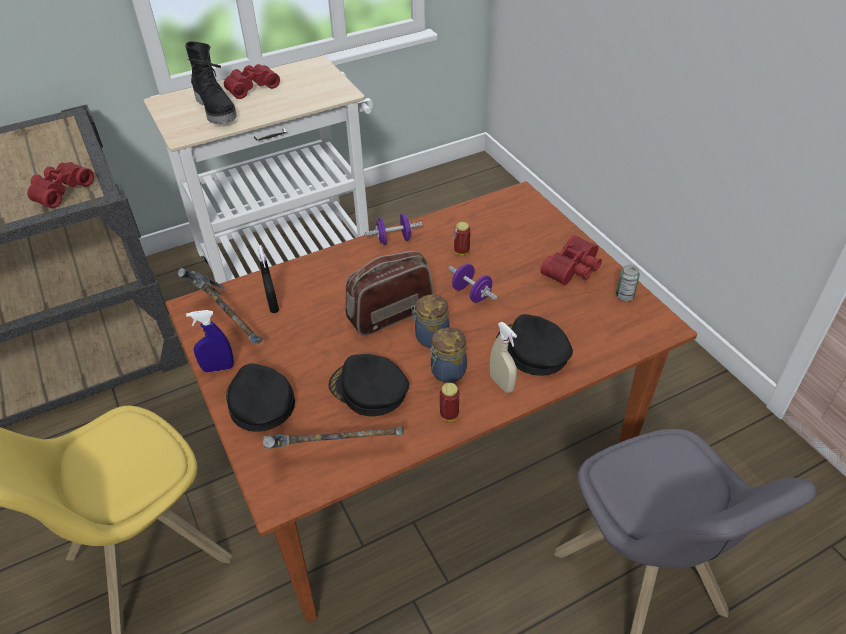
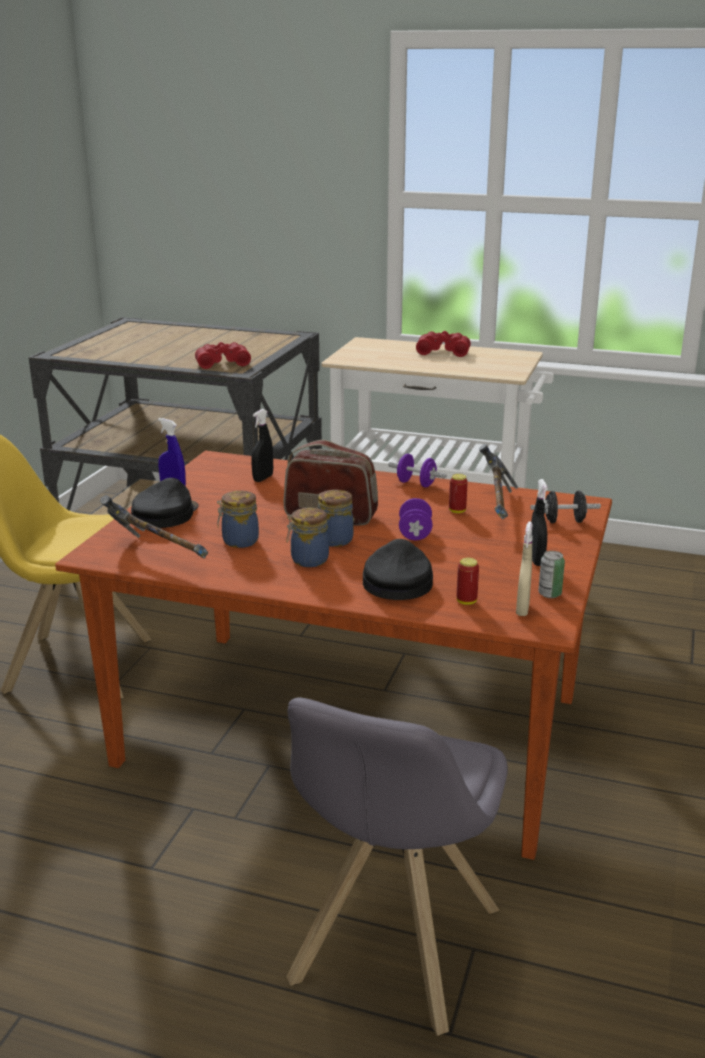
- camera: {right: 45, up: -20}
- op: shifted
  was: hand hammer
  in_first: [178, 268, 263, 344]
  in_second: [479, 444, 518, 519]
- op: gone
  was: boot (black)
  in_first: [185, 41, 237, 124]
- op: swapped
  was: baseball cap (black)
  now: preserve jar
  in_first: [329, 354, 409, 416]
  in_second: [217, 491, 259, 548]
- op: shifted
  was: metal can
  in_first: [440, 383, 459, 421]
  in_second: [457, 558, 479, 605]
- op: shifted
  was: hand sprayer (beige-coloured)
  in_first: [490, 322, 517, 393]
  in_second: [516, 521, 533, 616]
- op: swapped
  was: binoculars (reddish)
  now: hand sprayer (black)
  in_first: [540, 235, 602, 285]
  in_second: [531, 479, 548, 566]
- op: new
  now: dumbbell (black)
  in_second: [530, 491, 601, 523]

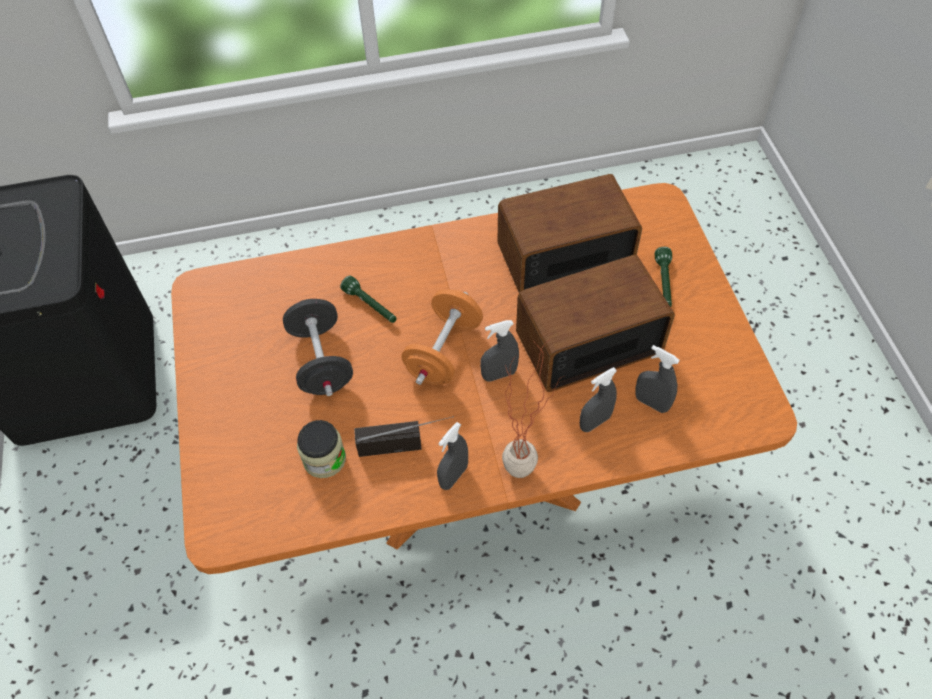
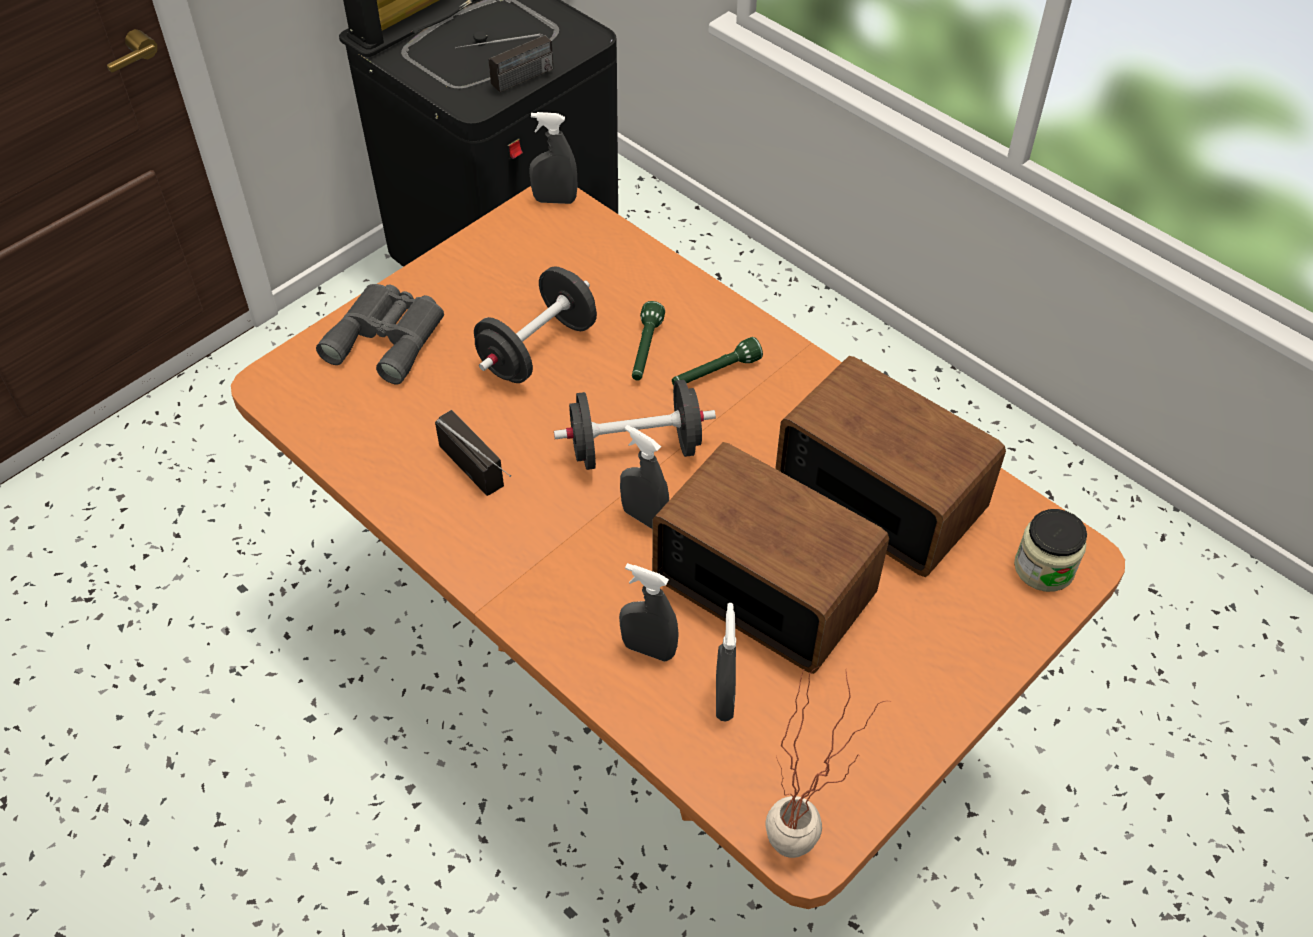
- camera: {right: 55, up: -5}
- op: shifted
  was: preserve jar
  in_first: [297, 420, 346, 478]
  in_second: [1014, 509, 1087, 592]
- op: repainted
  was: dumbbell (orange-coloured)
  now: dumbbell (black)
  in_first: [401, 290, 483, 385]
  in_second: [554, 380, 716, 470]
- op: shifted
  was: hand sprayer (gray)
  in_first: [437, 422, 468, 490]
  in_second: [529, 112, 577, 204]
- op: shifted
  was: potted plant
  in_first: [502, 339, 564, 478]
  in_second: [766, 667, 886, 858]
- op: shifted
  was: hand torch (green)
  in_first: [655, 247, 672, 307]
  in_second: [672, 337, 763, 385]
- op: new
  now: binoculars (gray)
  in_second: [316, 284, 444, 384]
- op: new
  now: radio set
  in_second: [455, 33, 553, 92]

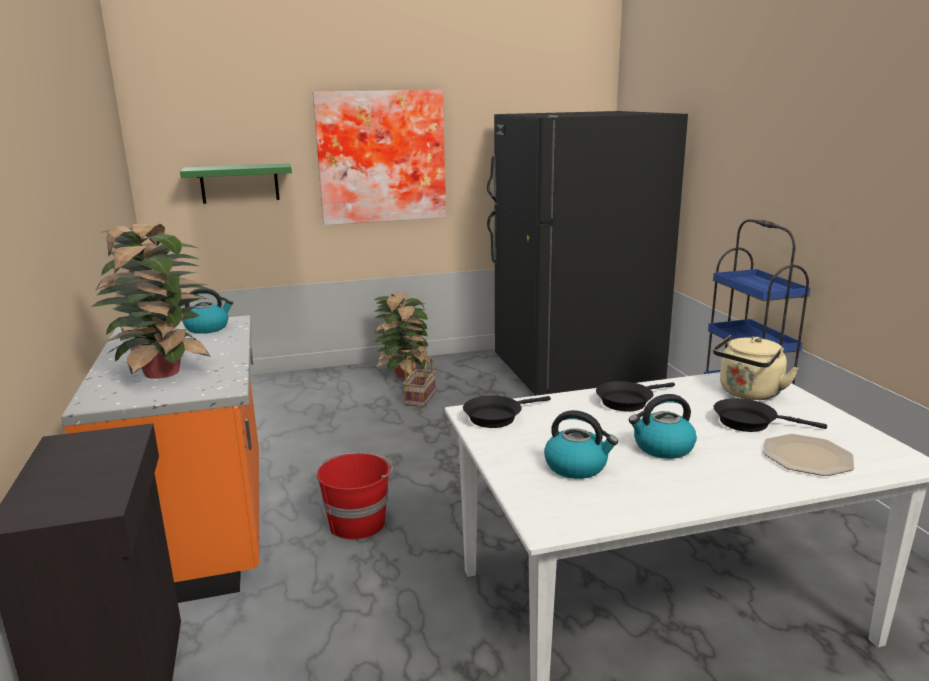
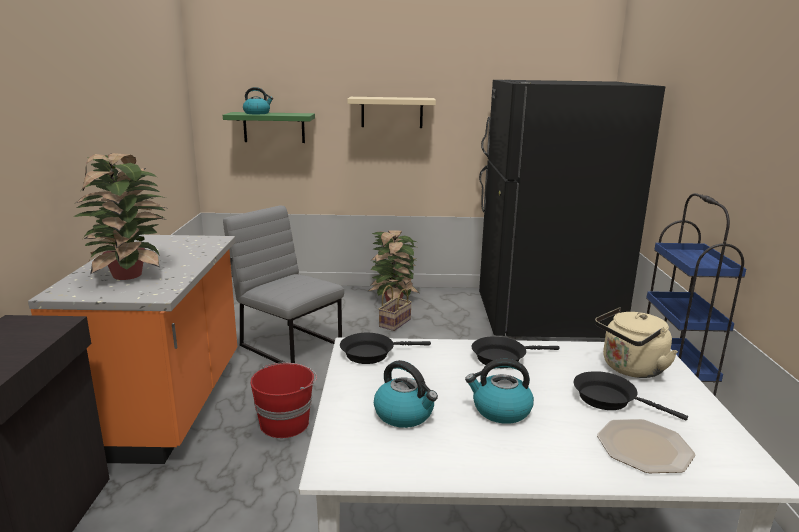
- camera: {right: 15, up: 0}
- op: shifted
  was: tea kettle
  in_first: [182, 288, 233, 334]
  in_second: [243, 87, 273, 114]
- op: swapped
  was: wall picture
  now: bracket shelf (beige-coloured)
  in_first: [313, 90, 446, 225]
  in_second: [347, 97, 436, 128]
- op: new
  now: plain chair (gray)
  in_second: [223, 206, 344, 364]

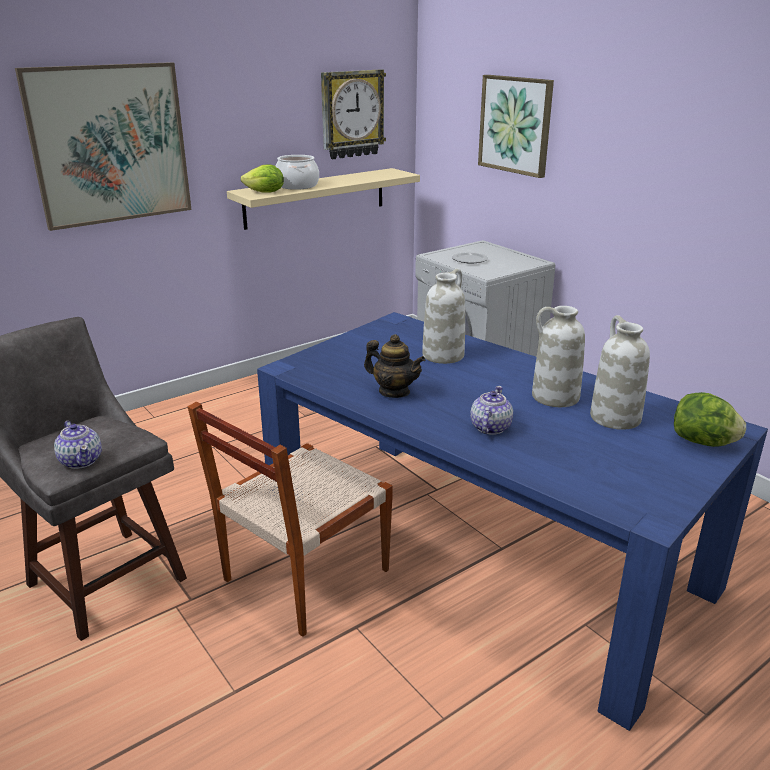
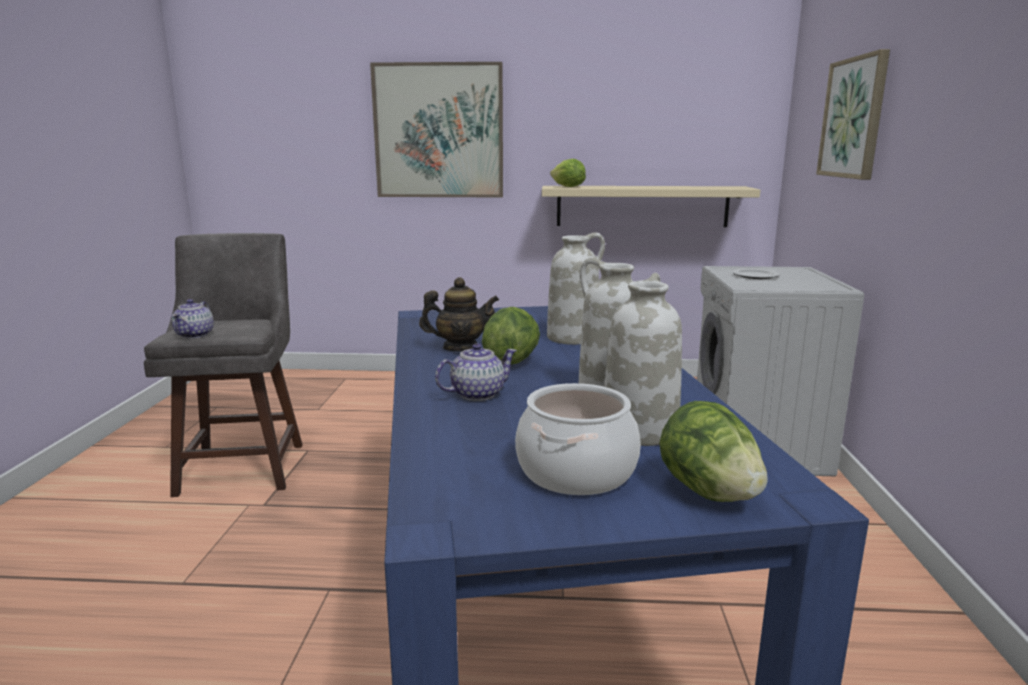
- camera: {right: 40, up: -10}
- op: gone
  was: plain chair
  in_first: [188, 402, 393, 637]
- op: shifted
  was: cooking pot
  in_first: [275, 155, 319, 190]
  in_second: [515, 383, 641, 495]
- op: gone
  was: clock on the wall
  in_first: [321, 69, 386, 159]
- op: rotated
  was: pot for tea
  in_first: [364, 334, 425, 398]
  in_second: [419, 277, 499, 352]
  clockwise: -75
- op: new
  now: lettuce head
  in_second: [482, 307, 540, 365]

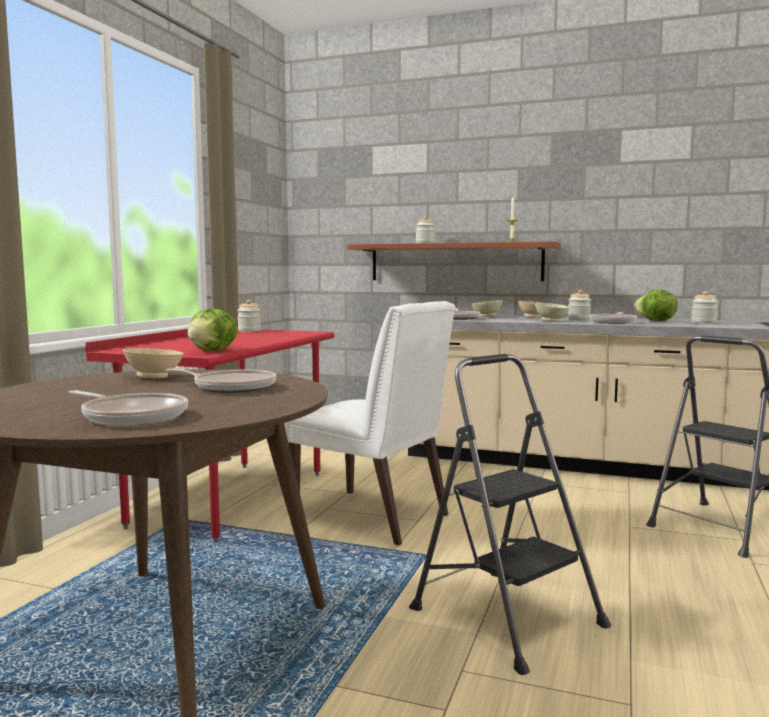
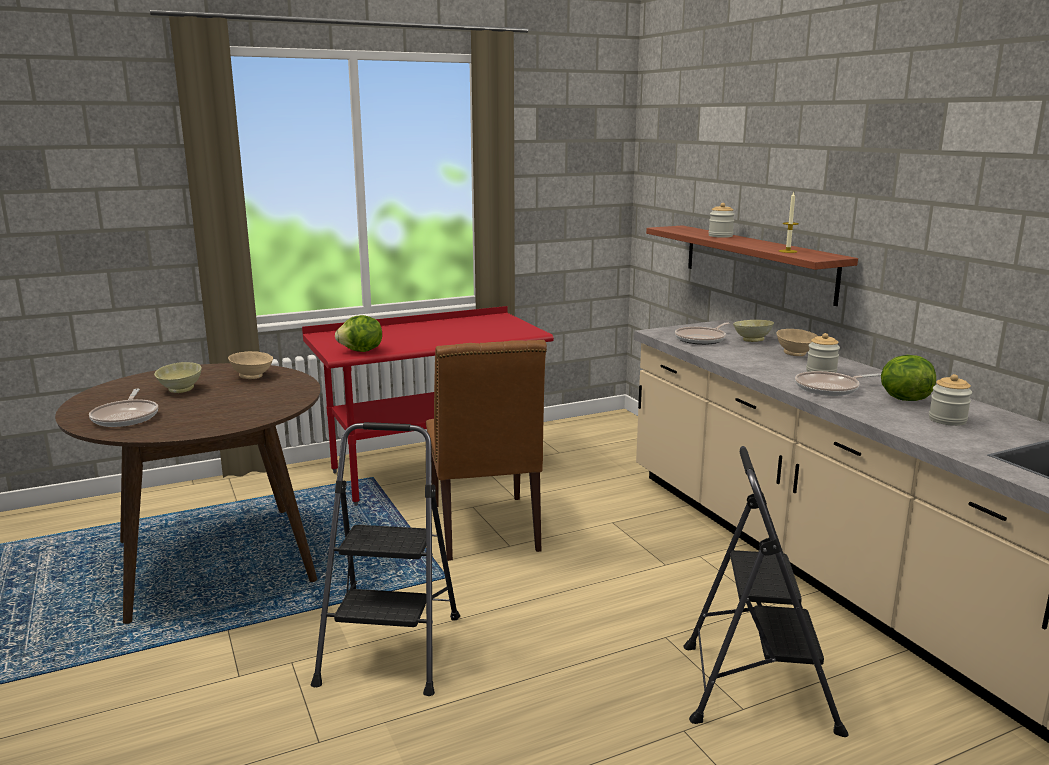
- camera: {right: 45, up: 10}
- op: gone
  was: frying pan
  in_first: [166, 369, 276, 393]
- op: gone
  was: preserve jar
  in_first: [237, 300, 261, 332]
- op: repainted
  was: plain chair (white-coloured)
  now: plain chair (brownish)
  in_first: [284, 301, 456, 546]
  in_second: [426, 340, 547, 561]
- op: shifted
  was: serving bowl (beige-coloured)
  in_first: [535, 303, 570, 322]
  in_second: [154, 362, 202, 393]

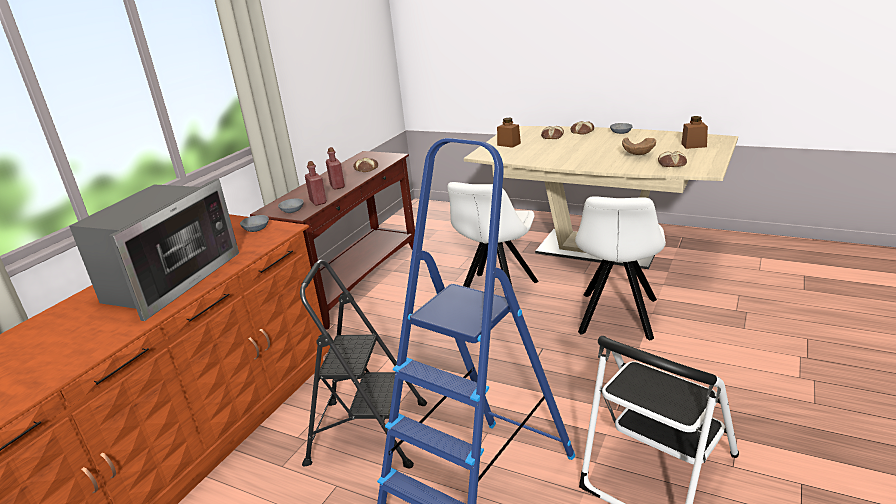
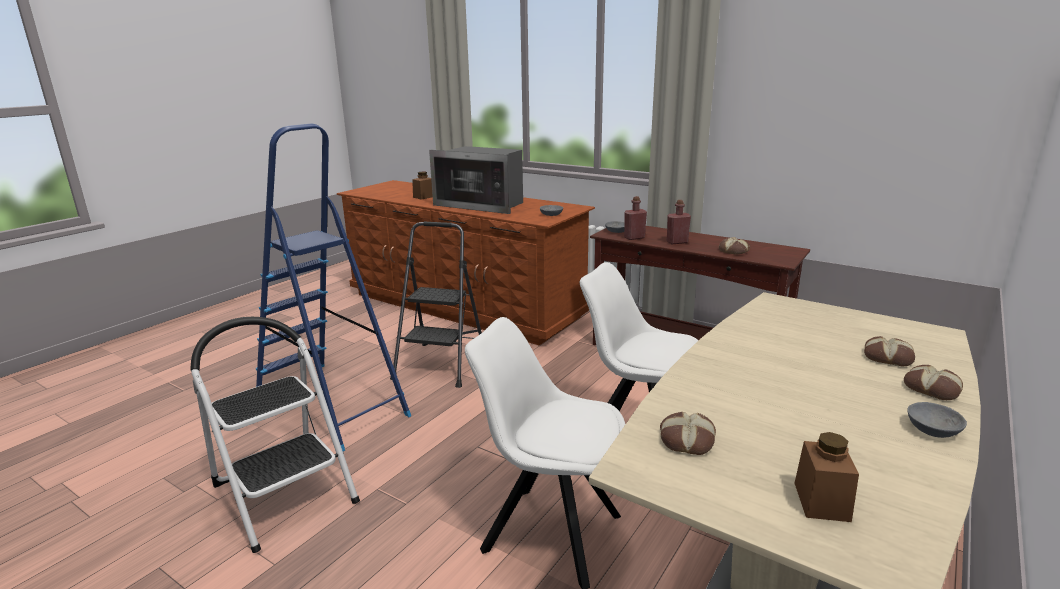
- camera: {right: 95, up: -5}
- op: shifted
  was: preserve jar (brownish)
  in_first: [497, 118, 521, 148]
  in_second: [412, 172, 433, 200]
- op: gone
  was: serving bowl (brownish)
  in_first: [622, 137, 656, 155]

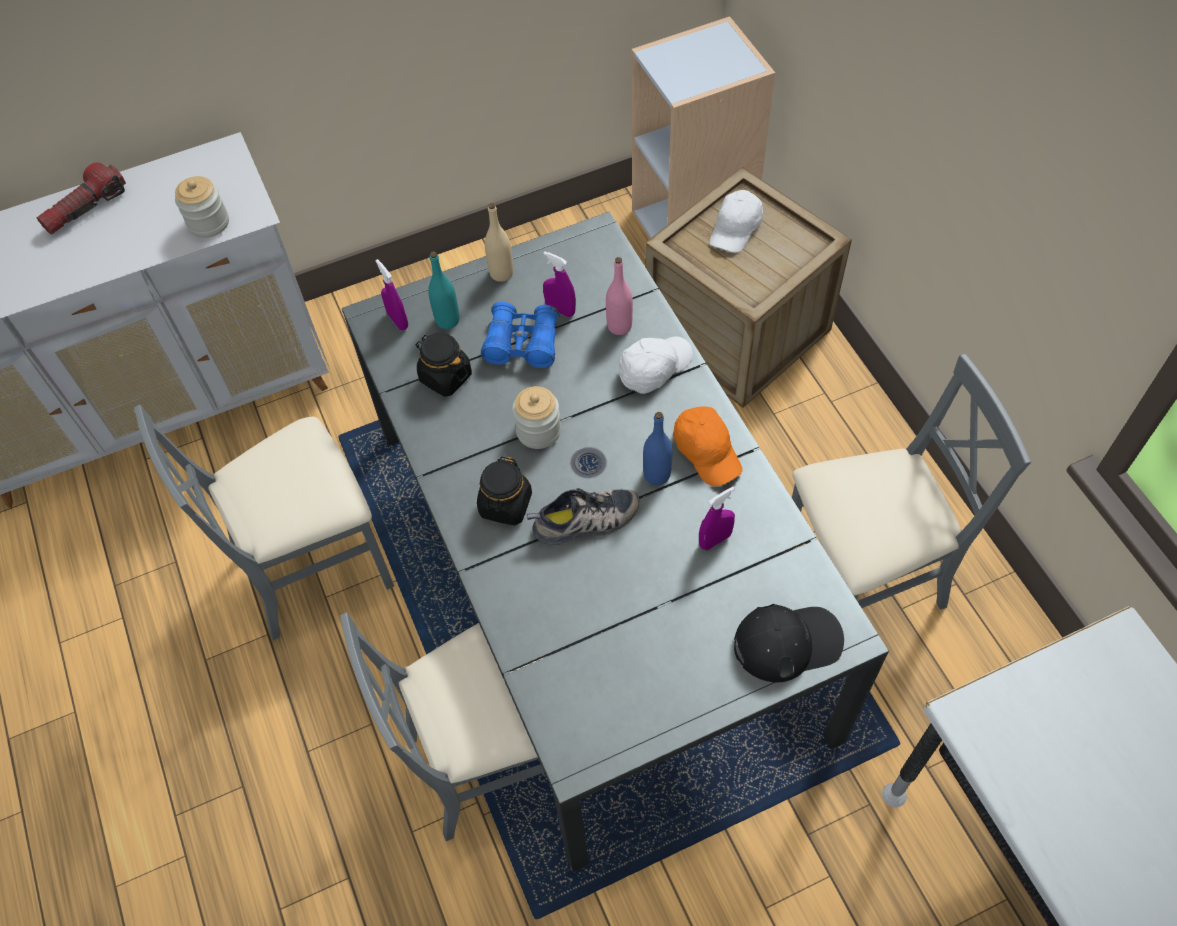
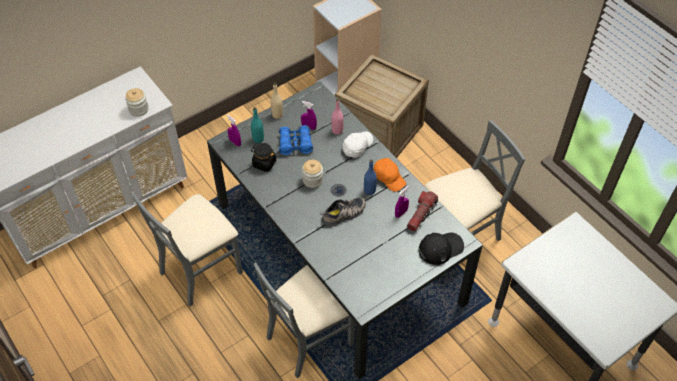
- camera: {right: -15, up: -5}
- op: shifted
  was: hand torch
  in_first: [37, 162, 126, 234]
  in_second: [407, 191, 438, 231]
- op: gone
  was: preserve jar (black)
  in_first: [477, 457, 532, 526]
- op: gone
  was: baseball cap (white-coloured)
  in_first: [710, 190, 763, 253]

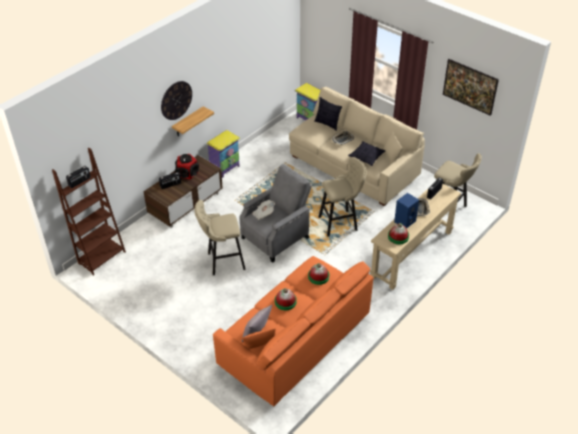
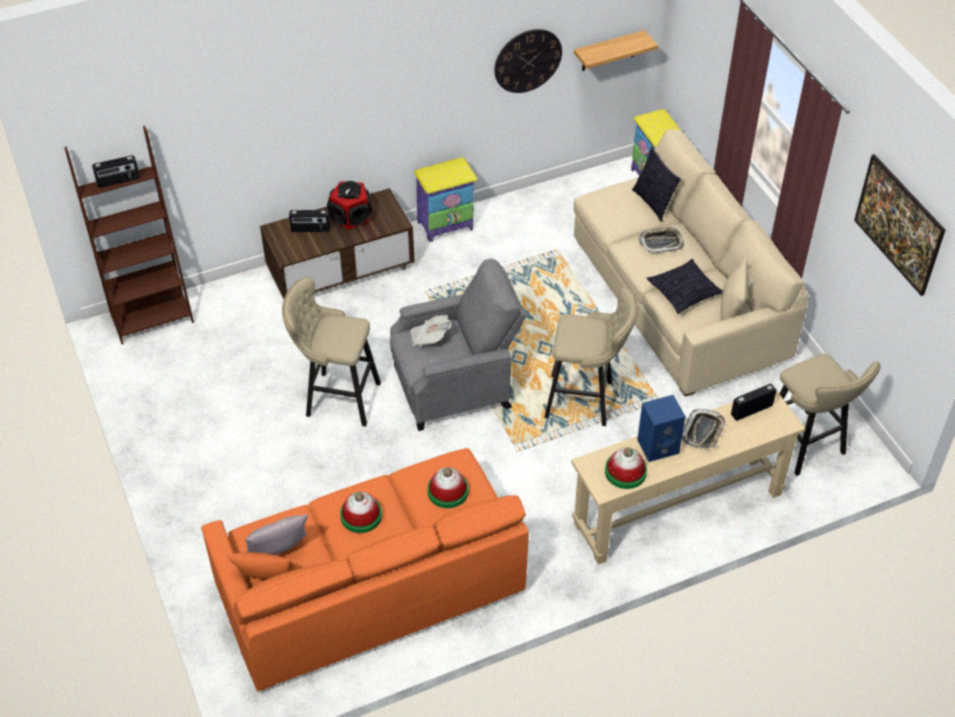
- camera: {right: 25, up: 5}
- op: shifted
  was: clock on the wall
  in_first: [161, 81, 192, 120]
  in_second: [494, 29, 562, 93]
- op: shifted
  was: bracket shelf
  in_first: [172, 106, 214, 136]
  in_second: [574, 30, 658, 71]

